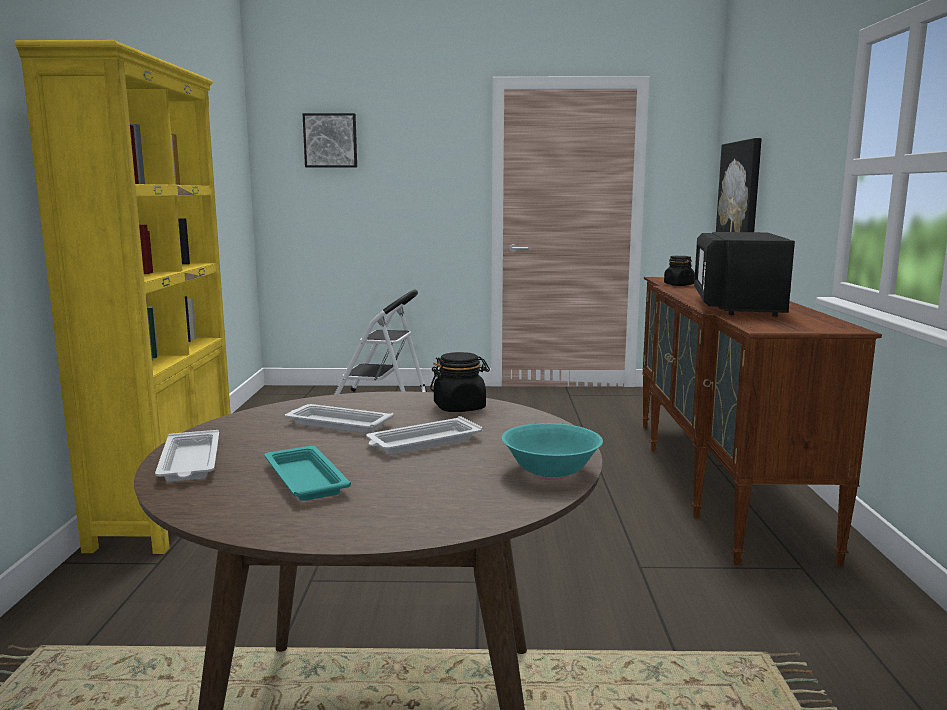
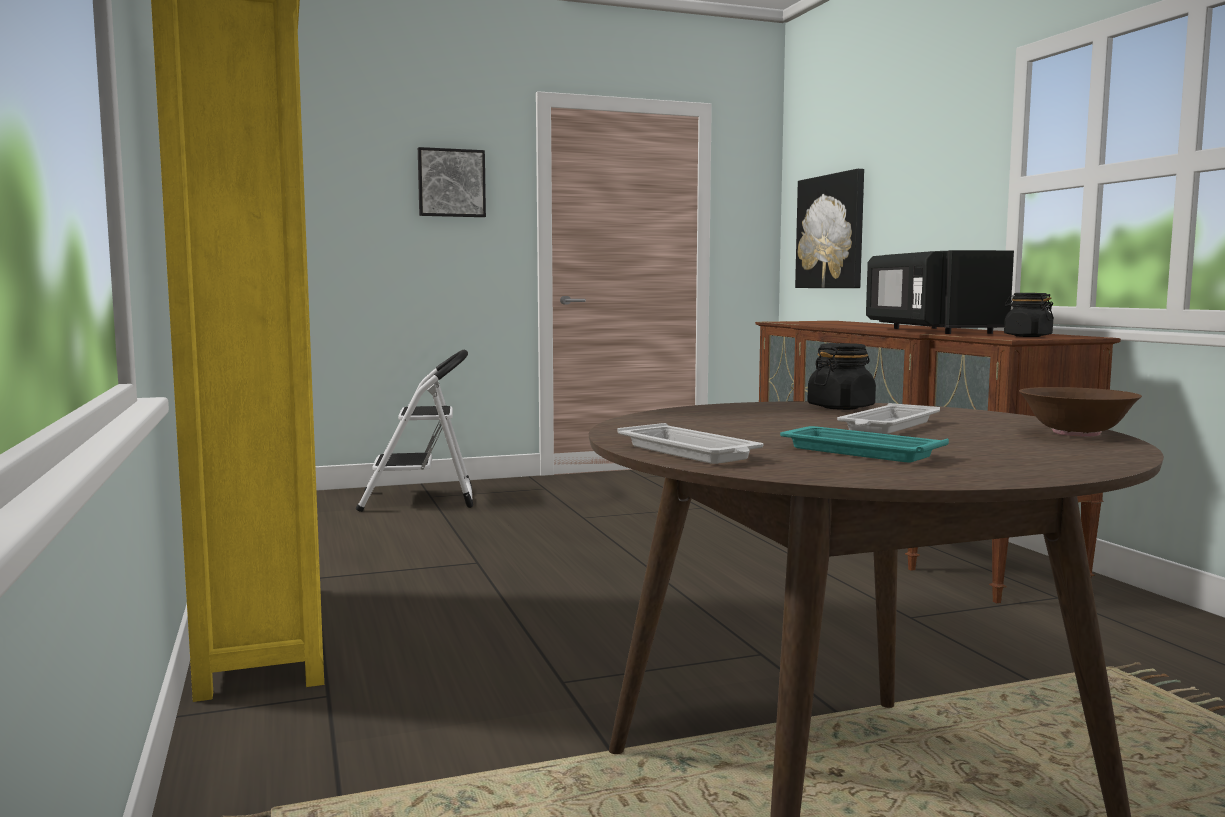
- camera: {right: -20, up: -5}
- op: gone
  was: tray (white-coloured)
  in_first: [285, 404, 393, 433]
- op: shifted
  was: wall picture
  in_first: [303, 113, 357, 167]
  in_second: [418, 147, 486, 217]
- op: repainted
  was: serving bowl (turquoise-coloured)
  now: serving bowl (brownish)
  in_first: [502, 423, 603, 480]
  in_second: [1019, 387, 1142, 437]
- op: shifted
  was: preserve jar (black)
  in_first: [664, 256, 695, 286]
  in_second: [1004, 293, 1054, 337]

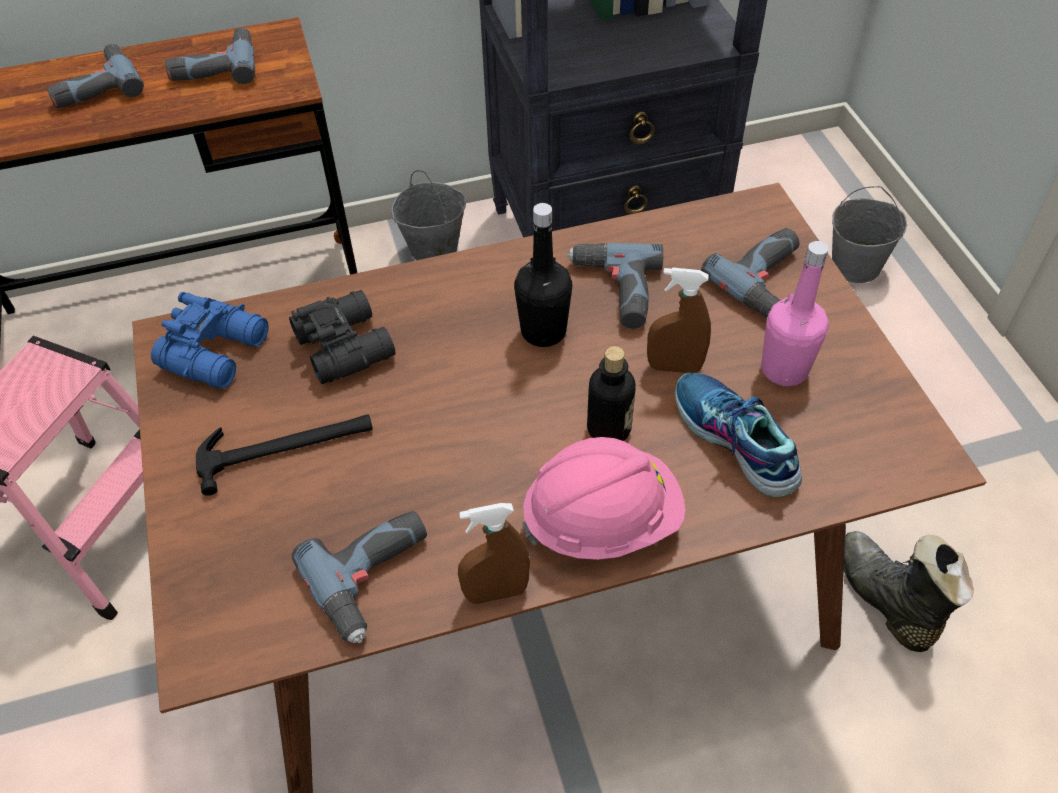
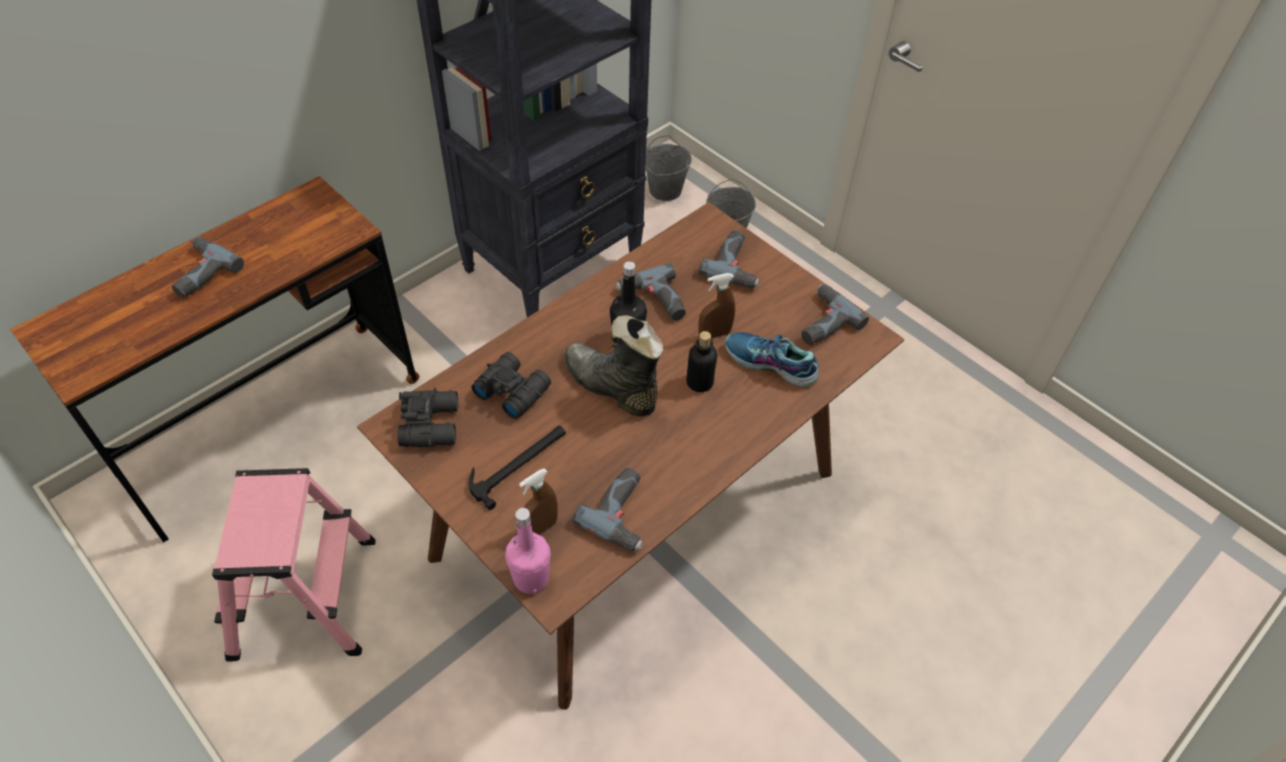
- camera: {right: -30, up: 0}
- op: repainted
  was: binoculars (bluish)
  now: binoculars (black)
  in_first: [151, 292, 268, 388]
  in_second: [397, 387, 458, 447]
- op: shifted
  was: electric drill
  in_first: [165, 28, 255, 84]
  in_second: [801, 284, 869, 345]
- op: shifted
  was: bucket (gray)
  in_first: [392, 170, 466, 260]
  in_second: [646, 135, 692, 201]
- op: shifted
  was: hand sprayer (brownish)
  in_first: [458, 503, 530, 604]
  in_second: [519, 468, 558, 535]
- op: gone
  was: hard hat (pink-coloured)
  in_first: [522, 437, 685, 560]
- op: shifted
  was: bottle (pink-coloured)
  in_first: [761, 241, 829, 386]
  in_second: [505, 508, 551, 594]
- op: shifted
  was: boot (black)
  in_first: [844, 531, 974, 652]
  in_second: [564, 315, 663, 416]

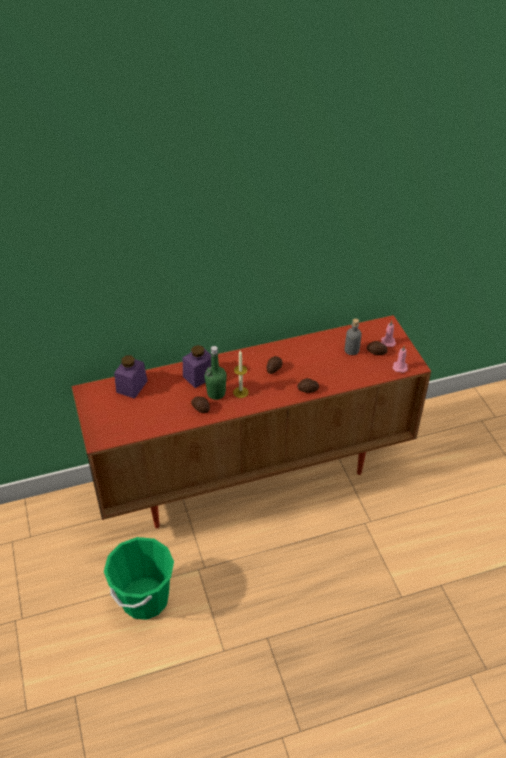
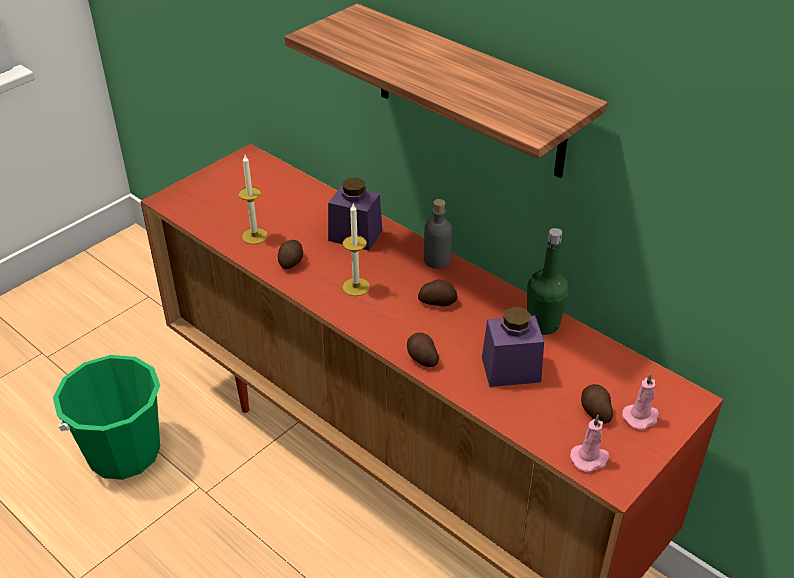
- camera: {right: 60, up: -5}
- op: shifted
  was: preserve jar (purplish)
  in_first: [114, 356, 148, 399]
  in_second: [482, 306, 544, 387]
- op: shifted
  was: bottle (green)
  in_first: [204, 346, 227, 400]
  in_second: [527, 228, 569, 335]
- op: shifted
  was: bottle (gray)
  in_first: [345, 318, 362, 355]
  in_second: [424, 199, 452, 269]
- op: new
  now: wax candle
  in_second: [238, 155, 268, 244]
- op: new
  now: bracket shelf
  in_second: [285, 4, 607, 178]

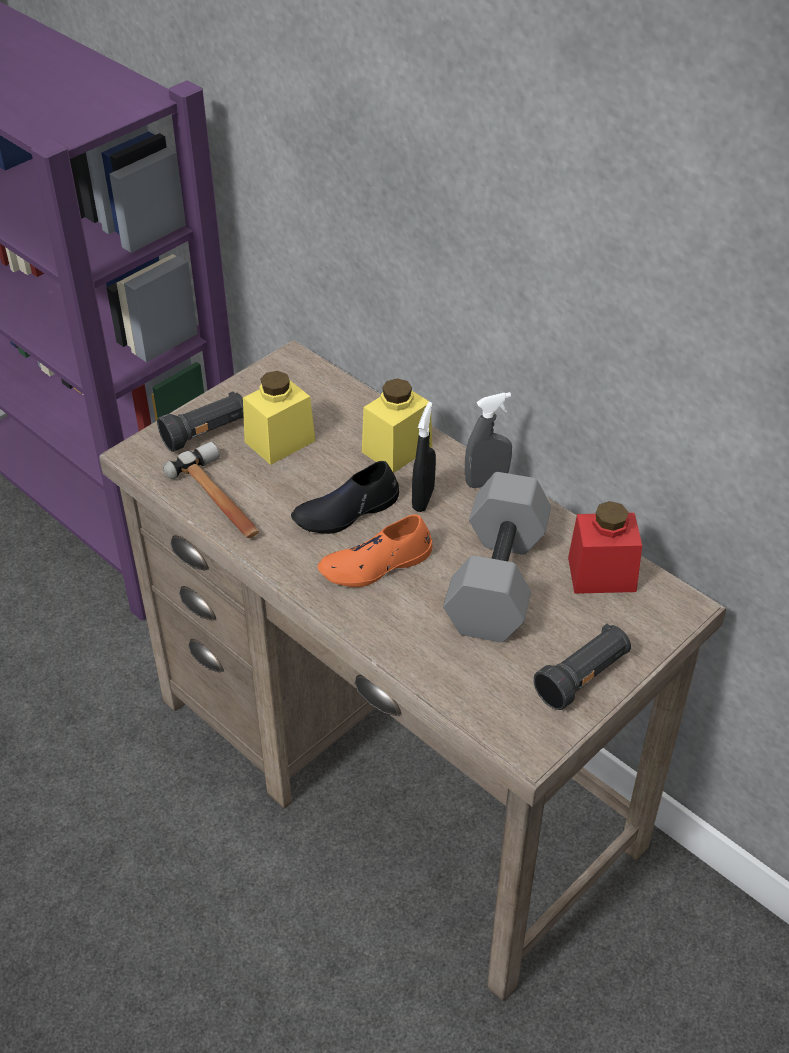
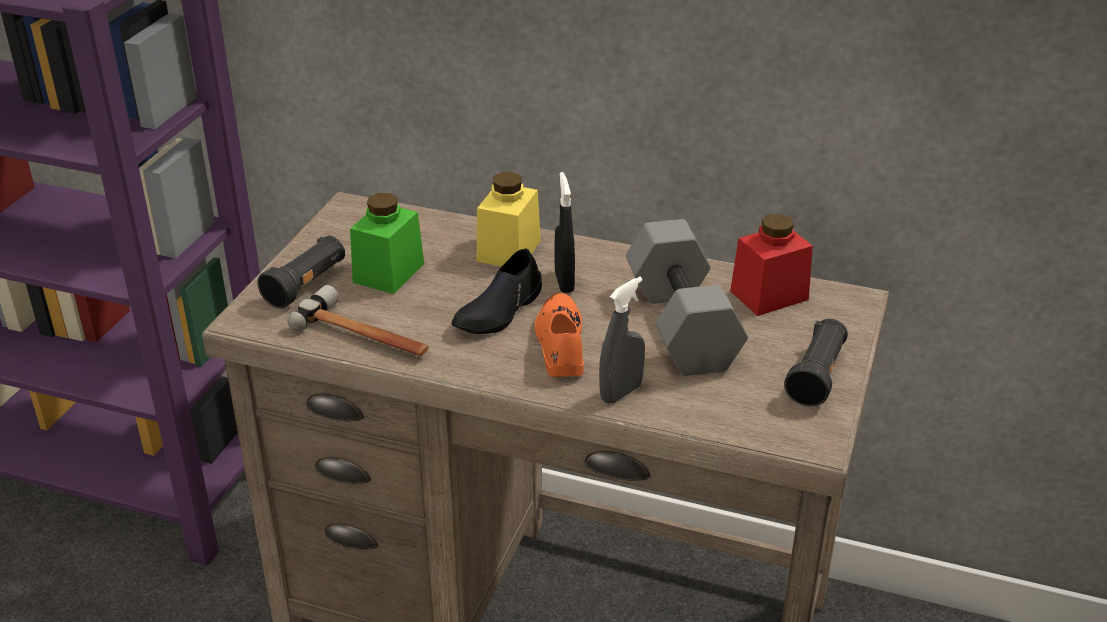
- camera: {right: -25, up: -10}
- op: repainted
  was: preserve jar (yellowish)
  now: preserve jar (green)
  in_first: [243, 371, 316, 465]
  in_second: [350, 193, 424, 294]
- op: rotated
  was: item of footwear (orange-coloured)
  in_first: [318, 514, 432, 587]
  in_second: [535, 293, 584, 377]
  clockwise: 135
- op: shifted
  was: hand sprayer (gray)
  in_first: [465, 392, 512, 488]
  in_second: [599, 277, 645, 404]

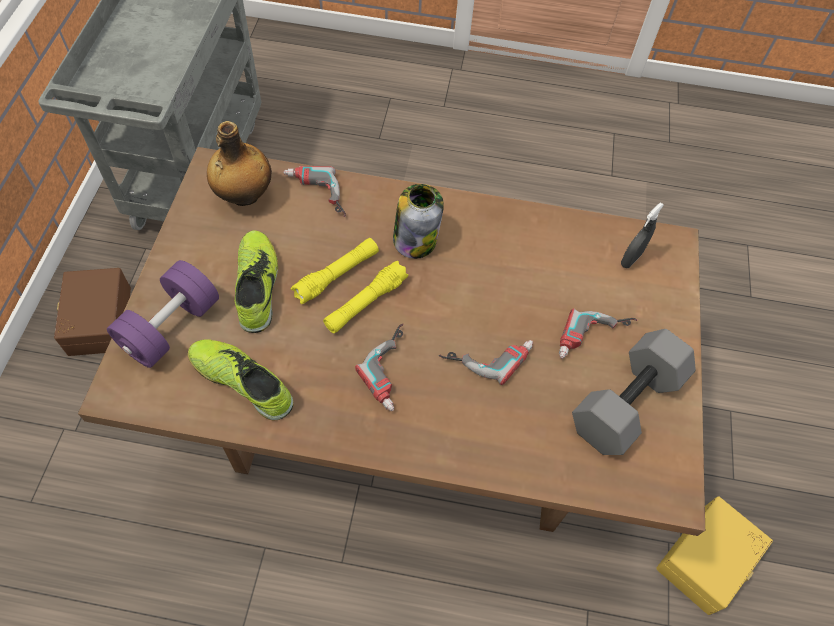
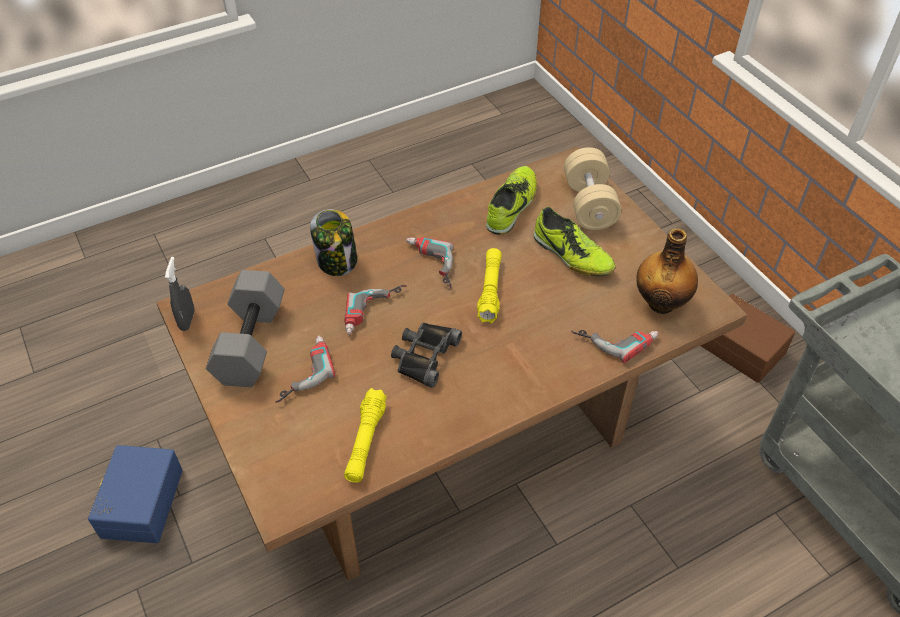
- camera: {right: 145, up: -10}
- op: repainted
  was: dumbbell (purplish)
  now: dumbbell (beige-coloured)
  in_first: [107, 260, 219, 368]
  in_second: [564, 147, 621, 230]
- op: rotated
  was: item of footwear
  in_first: [188, 339, 294, 421]
  in_second: [486, 166, 537, 235]
  clockwise: -60
- op: shifted
  was: hand torch (yellowish)
  in_first: [290, 238, 379, 304]
  in_second: [344, 388, 387, 483]
- op: shifted
  was: preserve jar
  in_first: [393, 184, 444, 259]
  in_second: [310, 209, 357, 276]
- op: shifted
  was: hand sprayer (gray)
  in_first: [621, 202, 664, 268]
  in_second: [165, 257, 195, 331]
- op: repainted
  was: storage bin (yellowish)
  now: storage bin (bluish)
  in_first: [656, 496, 773, 615]
  in_second: [88, 445, 183, 543]
- op: new
  now: binoculars (black)
  in_second: [391, 323, 462, 388]

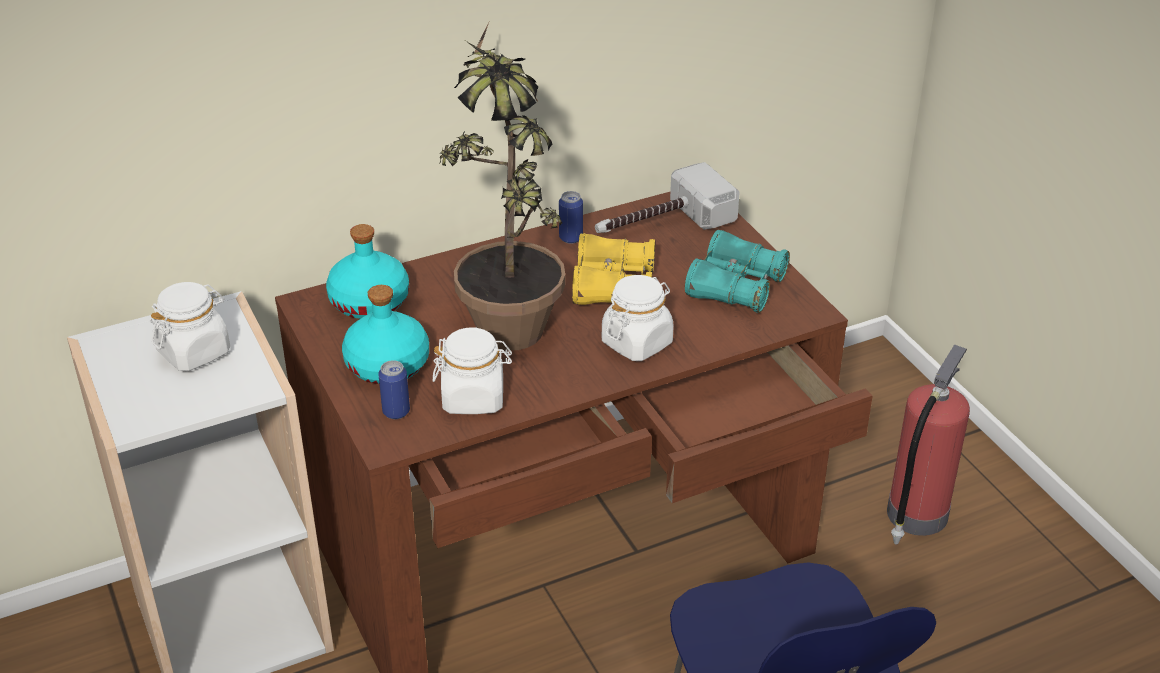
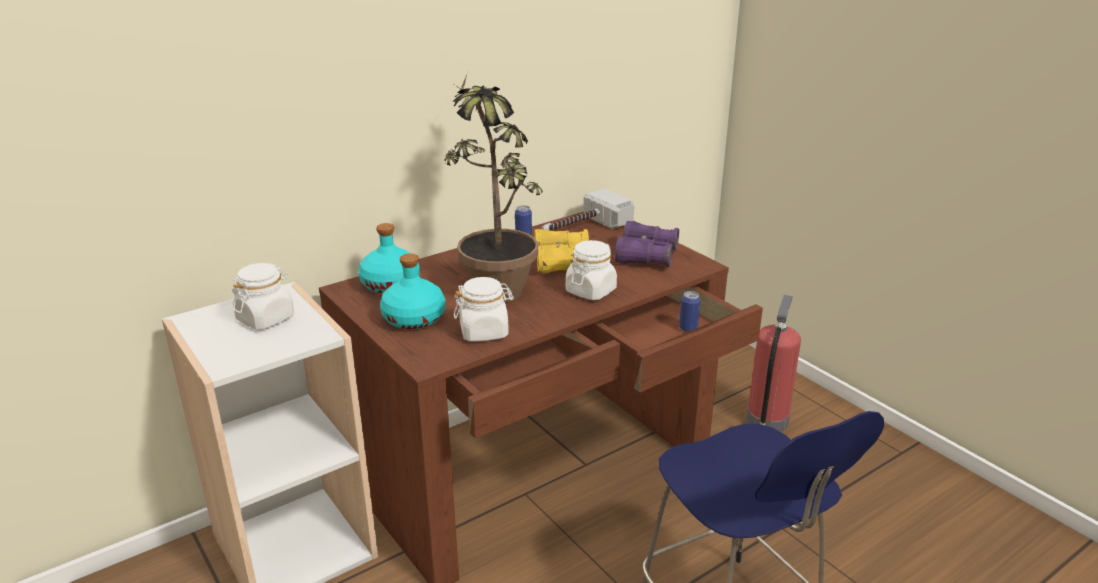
- camera: {right: -10, up: -10}
- op: shifted
  was: metal can
  in_first: [378, 360, 410, 419]
  in_second: [679, 291, 700, 332]
- op: repainted
  was: binoculars (turquoise-coloured)
  now: binoculars (purplish)
  in_first: [685, 230, 790, 313]
  in_second: [615, 221, 679, 267]

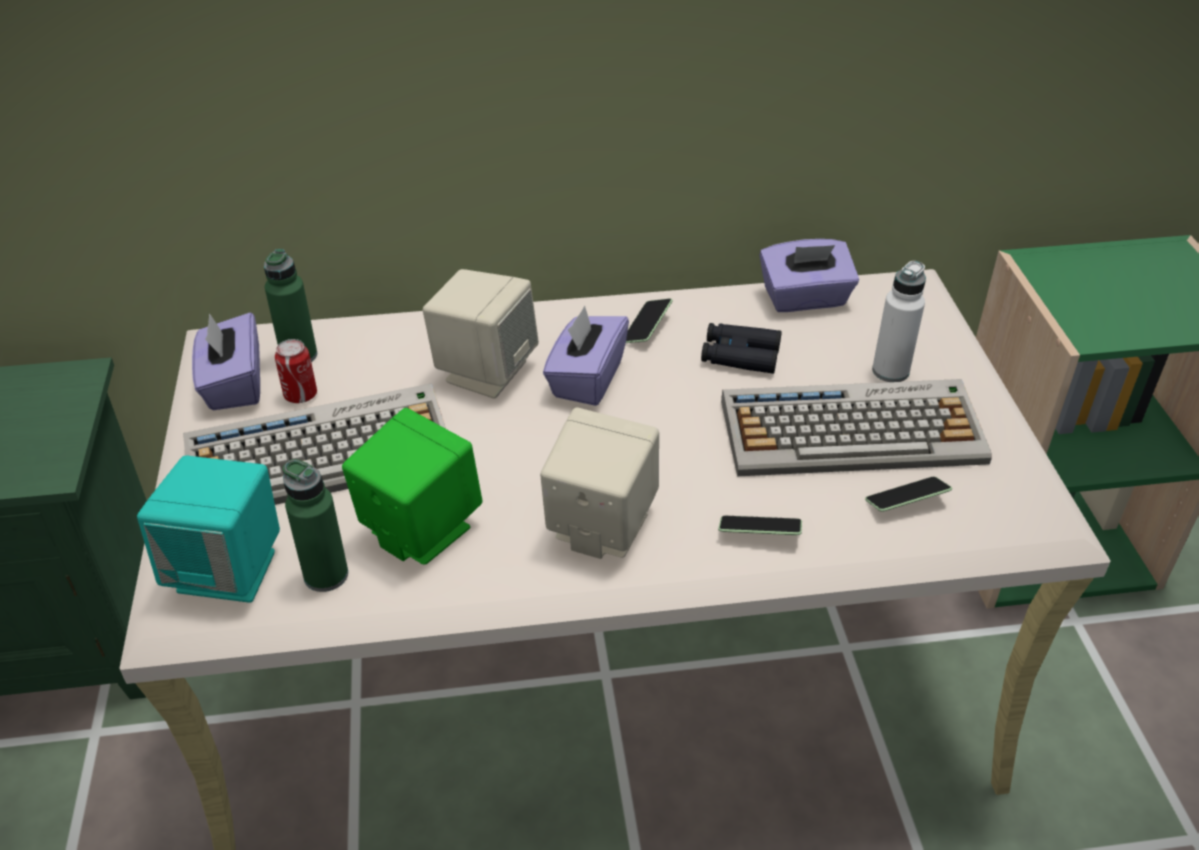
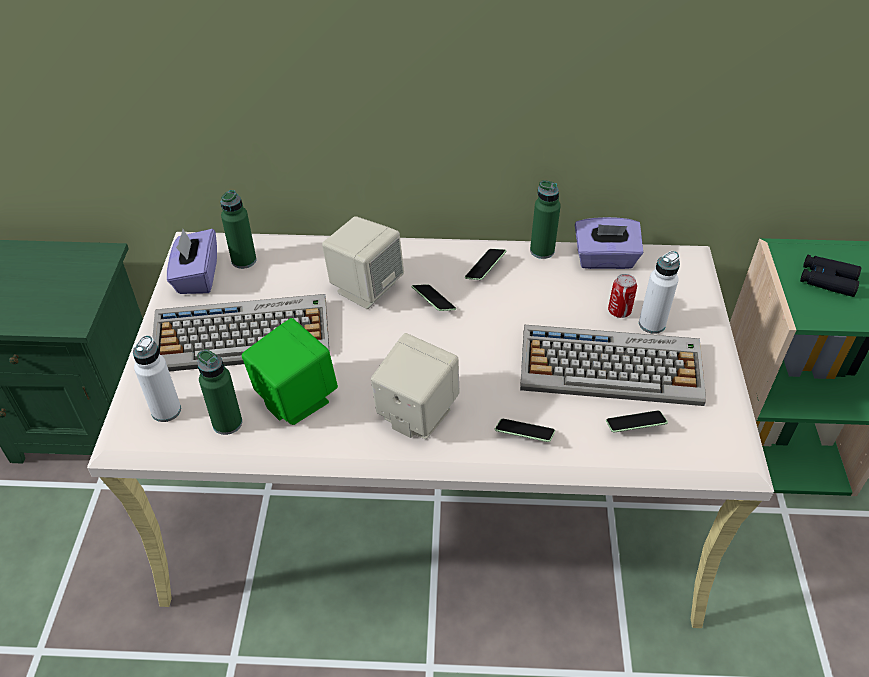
- camera: {right: 10, up: 5}
- op: swapped
  was: audio speaker (turquoise-coloured)
  now: bottle (white-coloured)
  in_first: [137, 456, 280, 603]
  in_second: [133, 335, 181, 422]
- op: shifted
  was: metal can
  in_first: [275, 339, 317, 403]
  in_second: [608, 274, 637, 318]
- op: swapped
  was: box of tissues (purplish)
  now: handset
  in_first: [543, 306, 629, 406]
  in_second: [412, 284, 456, 311]
- op: shifted
  was: binoculars (black)
  in_first: [701, 323, 782, 374]
  in_second: [800, 255, 861, 297]
- op: new
  now: bottle (green)
  in_second: [530, 180, 561, 259]

